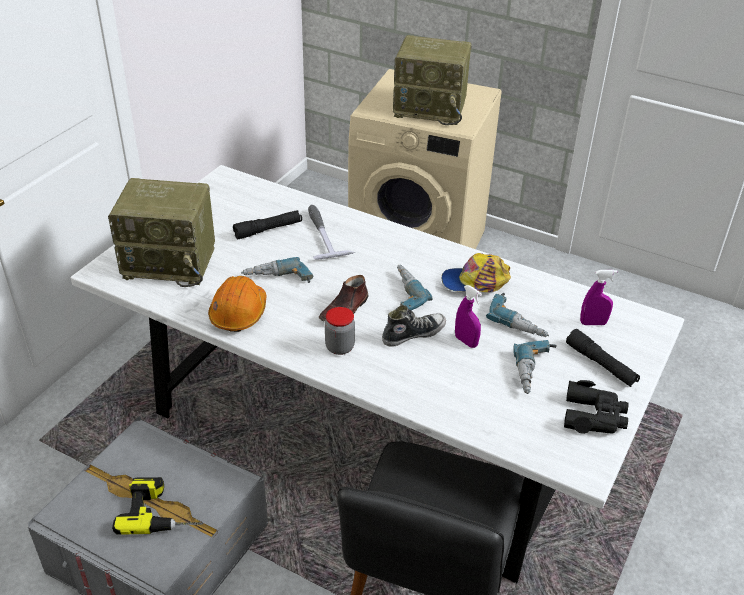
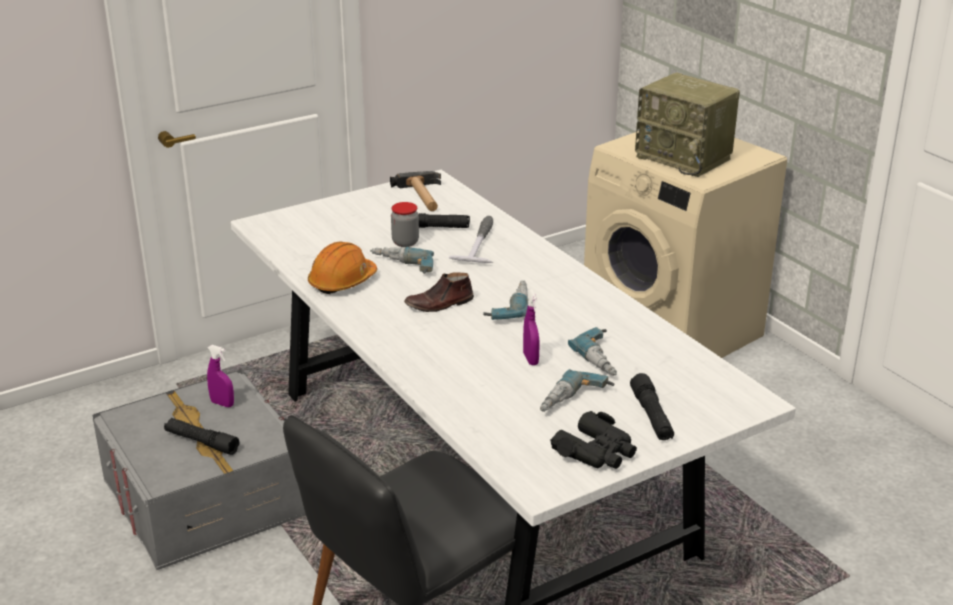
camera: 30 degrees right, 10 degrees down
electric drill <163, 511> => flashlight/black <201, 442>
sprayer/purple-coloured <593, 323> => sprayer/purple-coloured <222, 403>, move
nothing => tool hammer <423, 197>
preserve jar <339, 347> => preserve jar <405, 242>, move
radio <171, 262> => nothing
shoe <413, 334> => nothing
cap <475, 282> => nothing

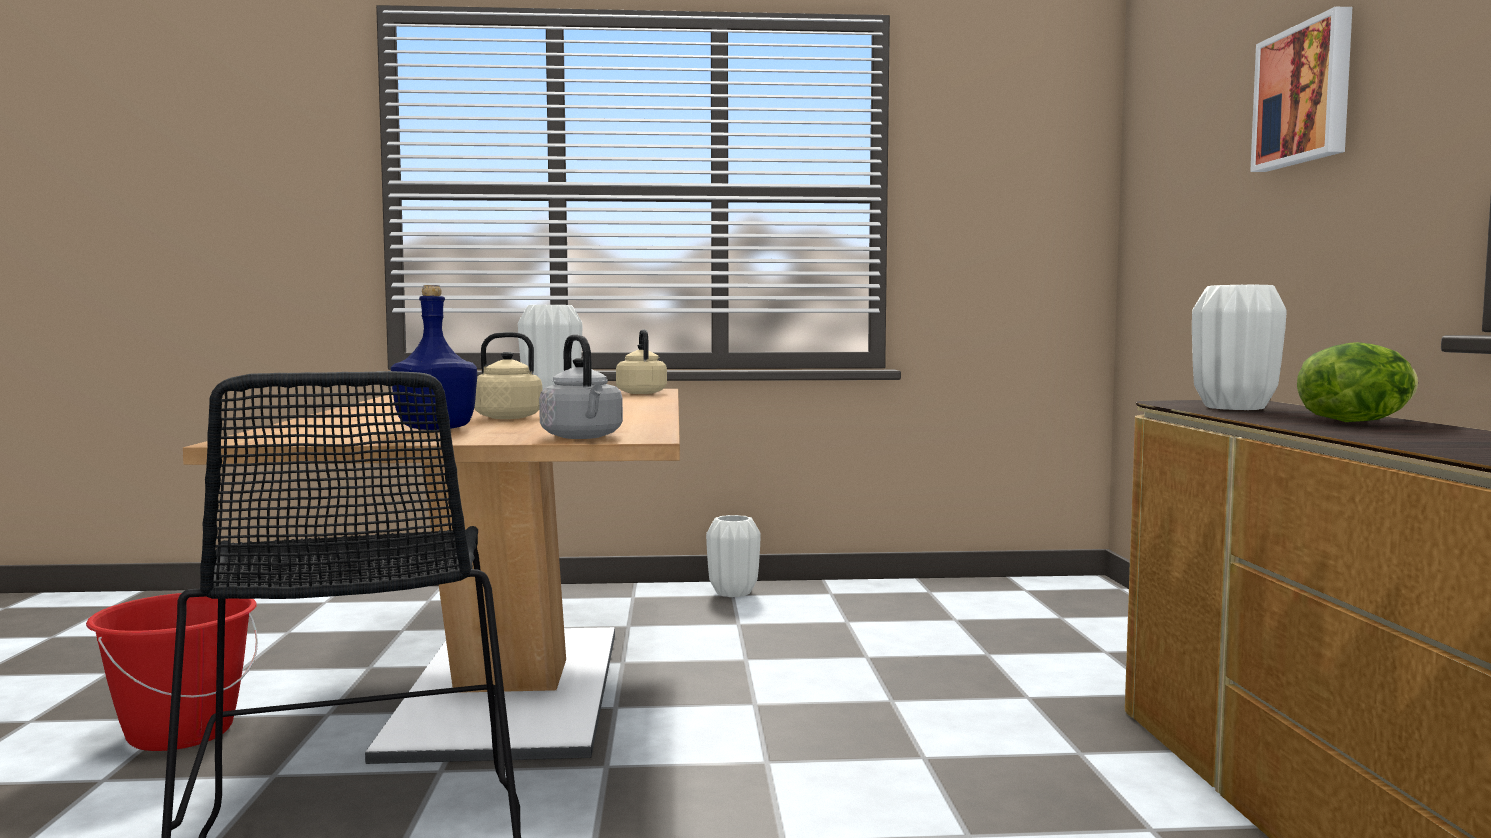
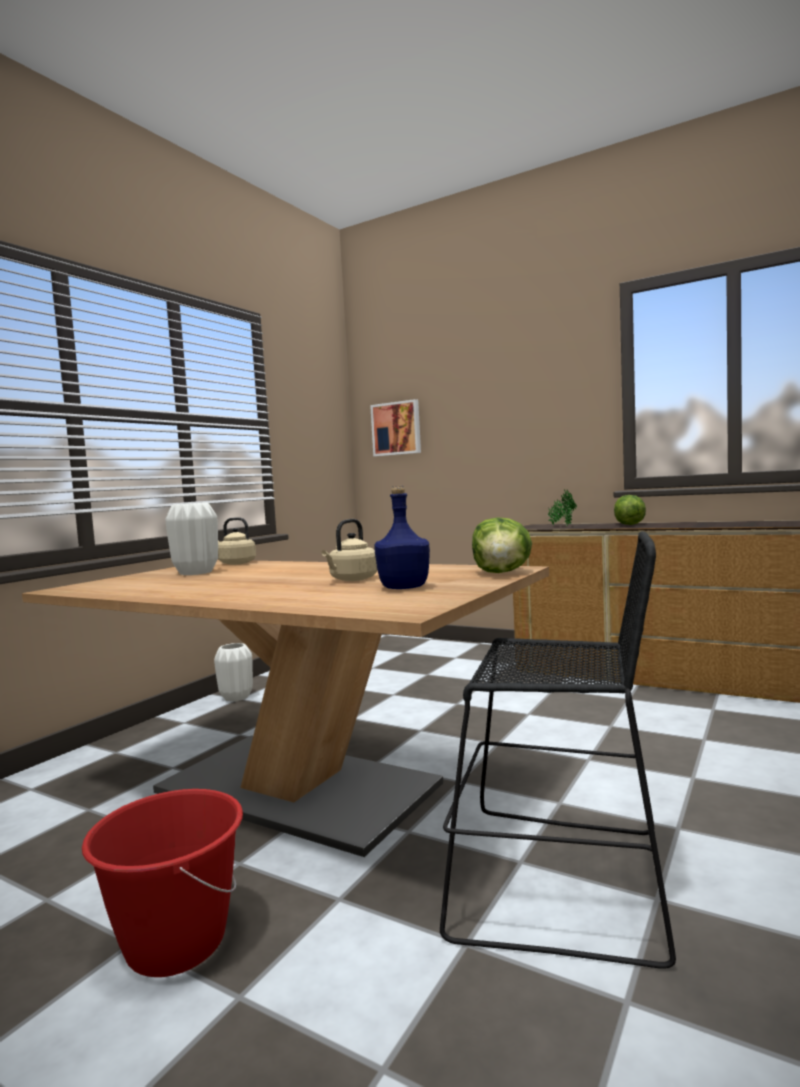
camera: 55 degrees left, 0 degrees up
picture <1305, 95> => picture <397, 428>, move
tea kettle/gray <583, 437> => lettuce head <502, 573>
decorative vase/white <1234, 408> => potted plant <562, 526>

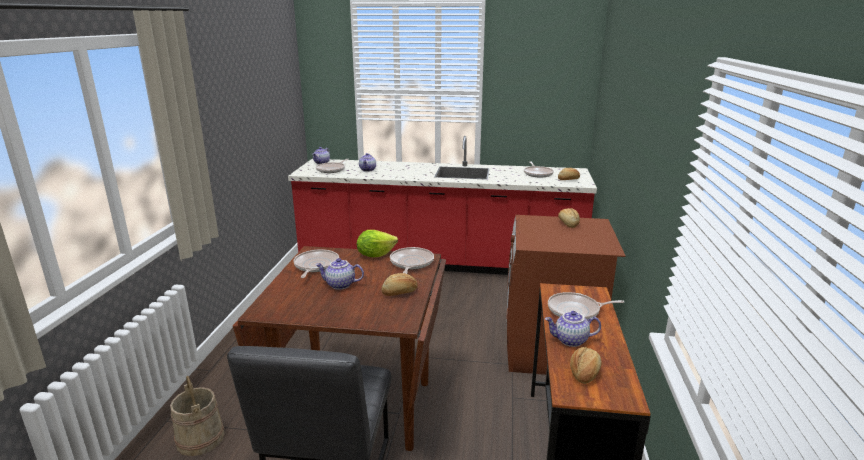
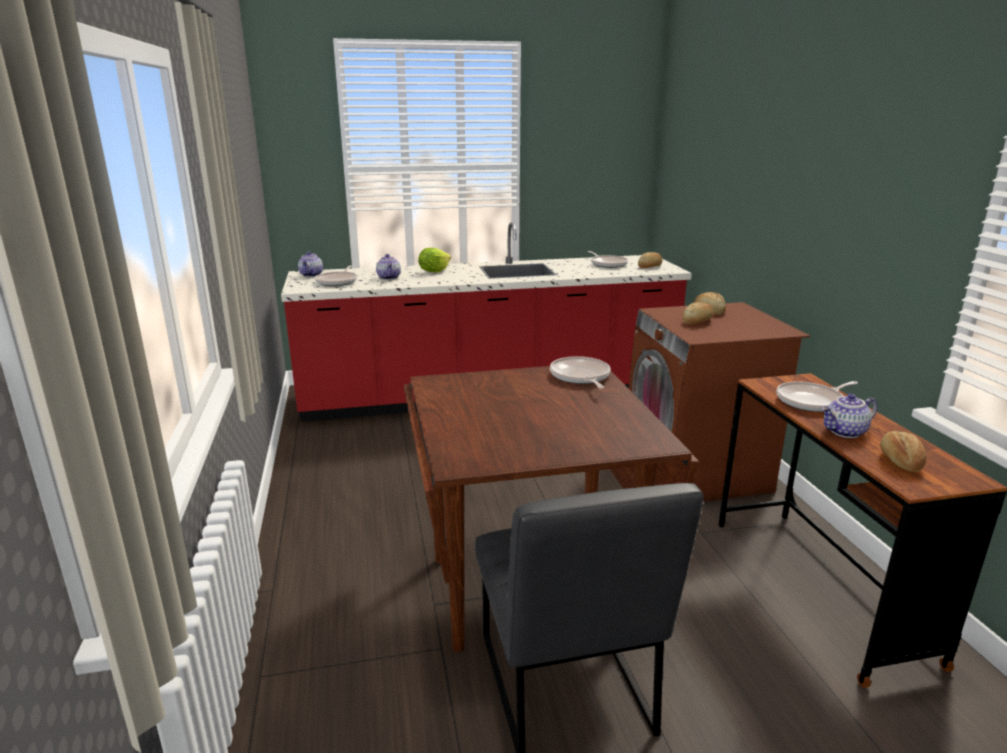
camera: 20 degrees left, 0 degrees up
lettuce head <375, 255> => lettuce head <434, 271>, move
bread <400, 292> => bread <697, 322>, move
water bucket/beige-coloured <200, 439> => nothing
frying pan <315, 266> => nothing
teapot <340, 285> => nothing

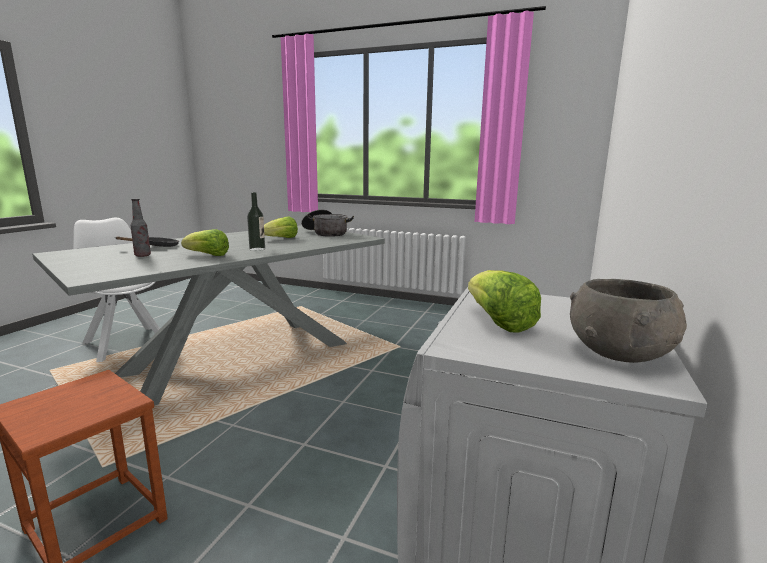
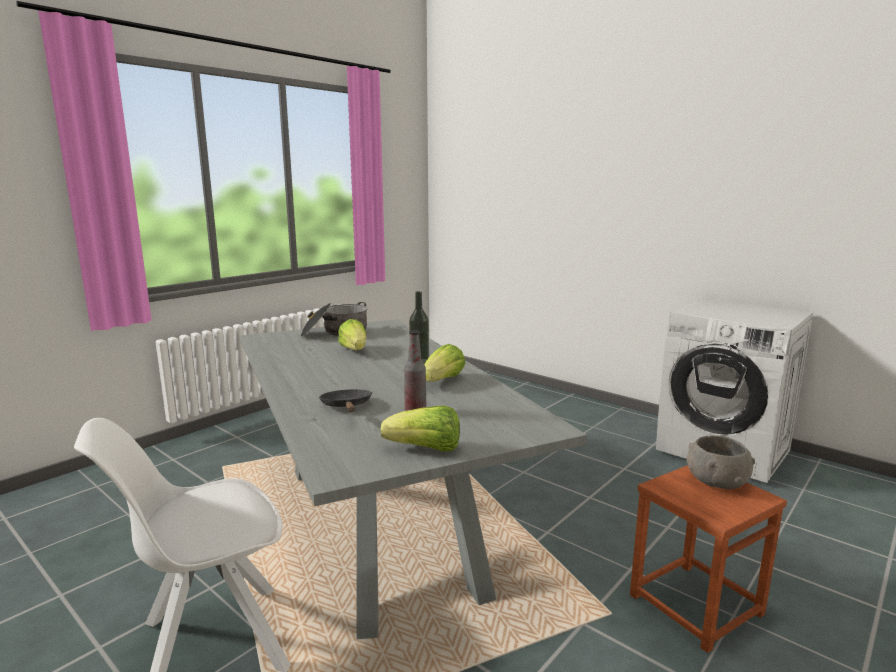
camera: 70 degrees left, 0 degrees up
lettuce head <498, 322> => lettuce head <426, 449>, move
deep dish/gray <619, 352> => deep dish/gray <716, 481>, move

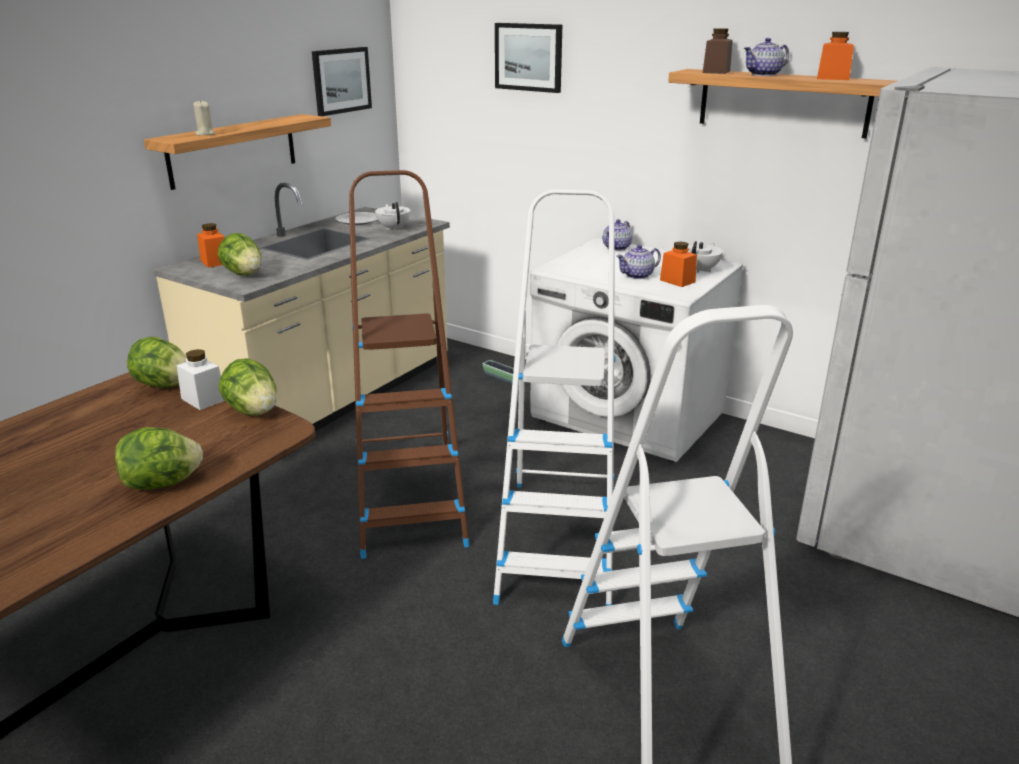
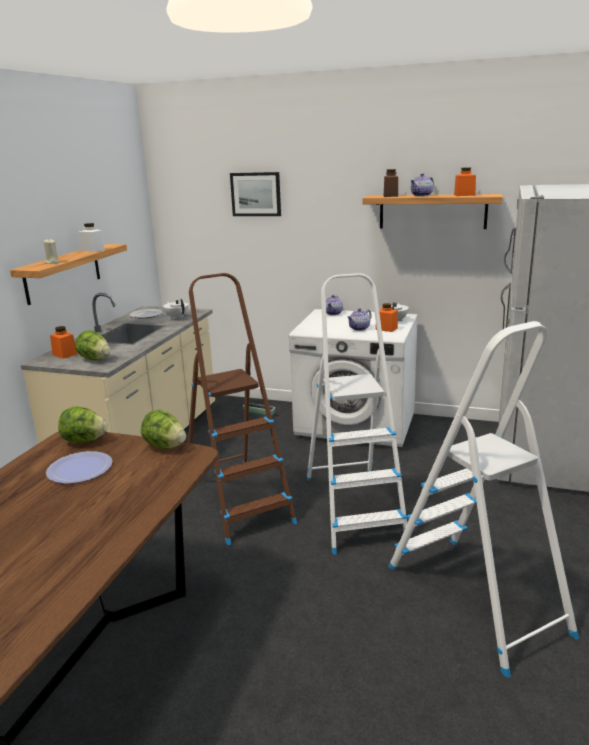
camera: 15 degrees left, 5 degrees down
nothing => plate <80, 469>
preserve jar/white <203, 399> => preserve jar/white <93, 250>, move
lettuce head <163, 484> => nothing
picture <341, 80> => nothing

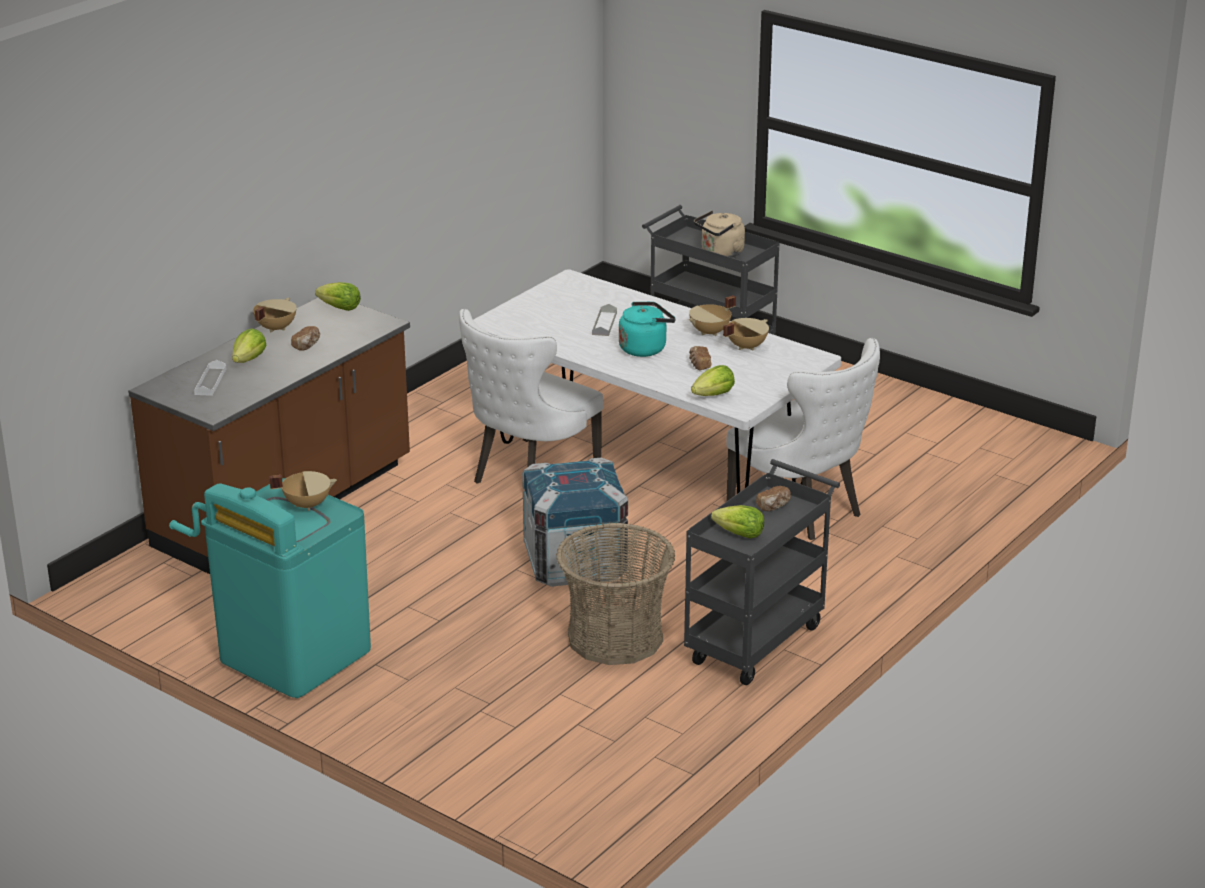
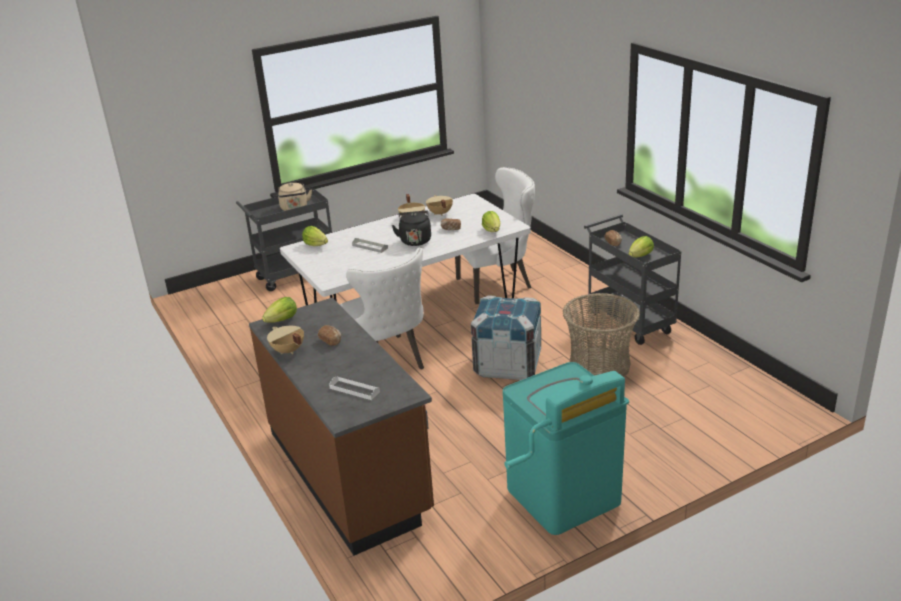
camera: 65 degrees left, 0 degrees up
lettuce head <249, 360> => lettuce head <316, 245>, move
tea kettle/turquoise <645, 348> => tea kettle/black <415, 240>
stockpot/beige-coloured <307, 504> => nothing

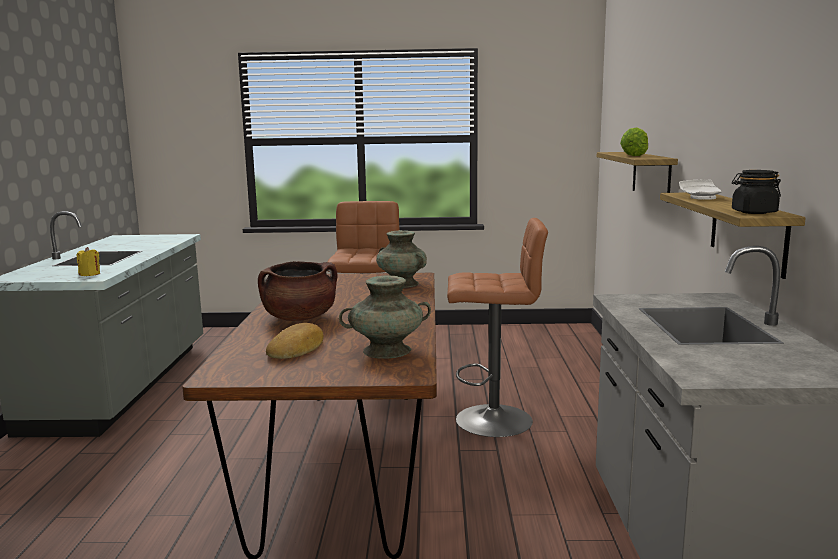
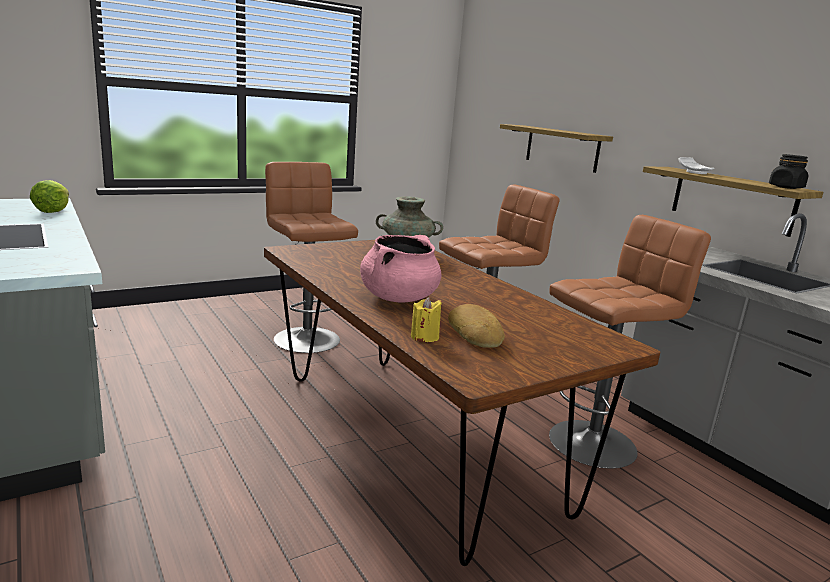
camera: 35 degrees left, 5 degrees up
lettuce head <635, 155> => lettuce head <53, 210>, move
stockpot/brown-coloured <300, 318> => stockpot/pink <399, 298>
wax light/yellow <90, 274> => wax light/yellow <424, 337>, move
nothing => sitting stool/brown-coloured <593, 444>
decorative vase/turquoise <386, 351> => nothing

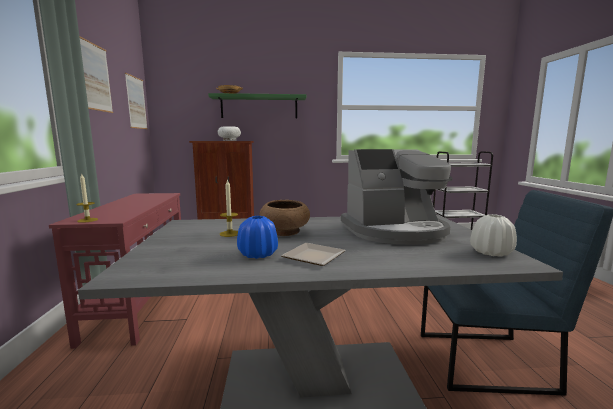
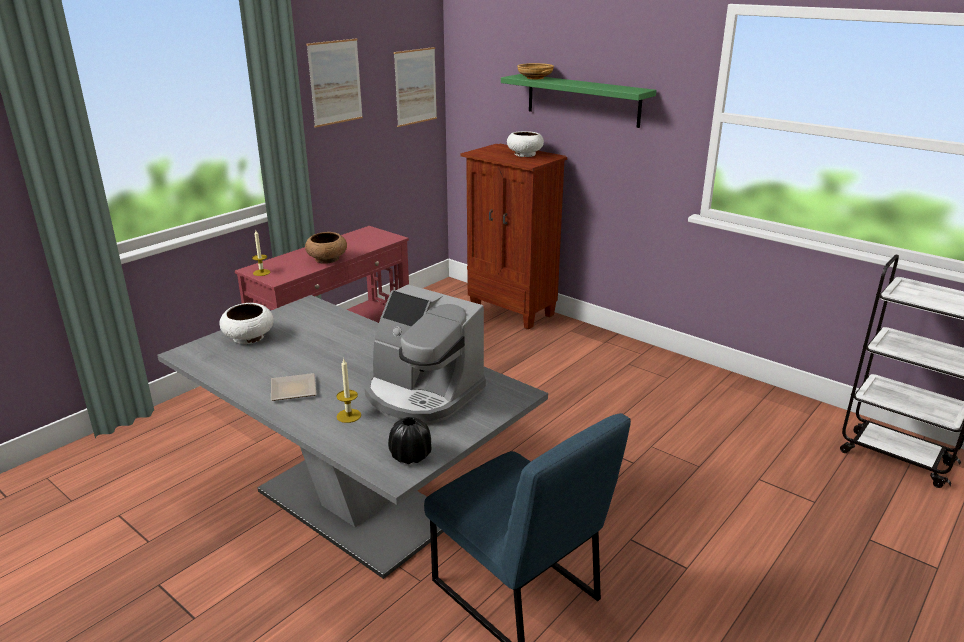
camera: 45 degrees right, 15 degrees up
nothing => deep dish/white <249, 338>
deep dish/brown-coloured <285, 232> => deep dish/brown-coloured <327, 259>, move
wax light <230, 233> => wax light <349, 416>, move
decorative vase/white <491, 252> => decorative vase/black <411, 456>
decorative vase/blue-coloured <258, 254> => nothing

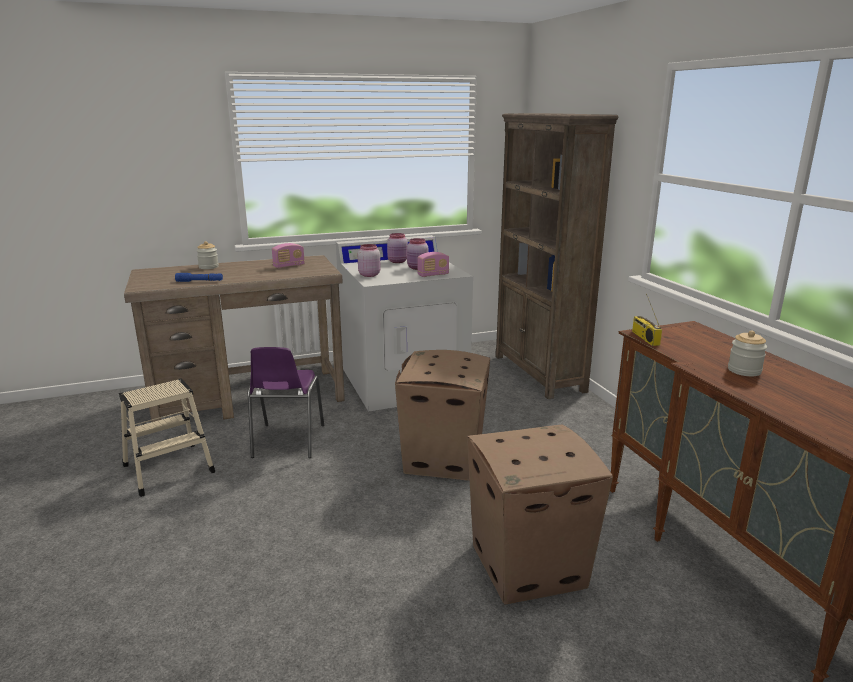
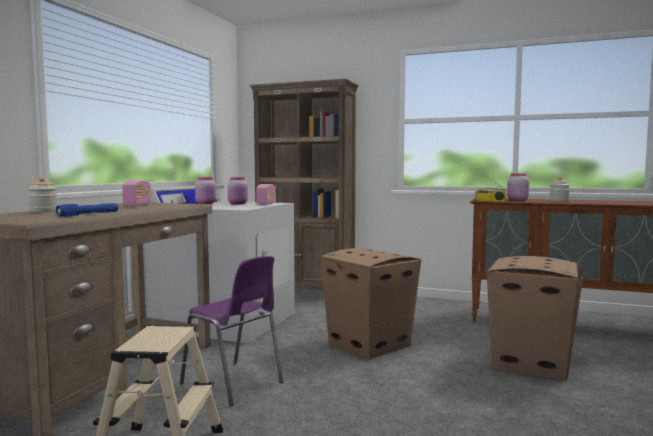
camera: 50 degrees left, 15 degrees down
preserve jar/pink <368, 275> => preserve jar/pink <517, 200>, move

